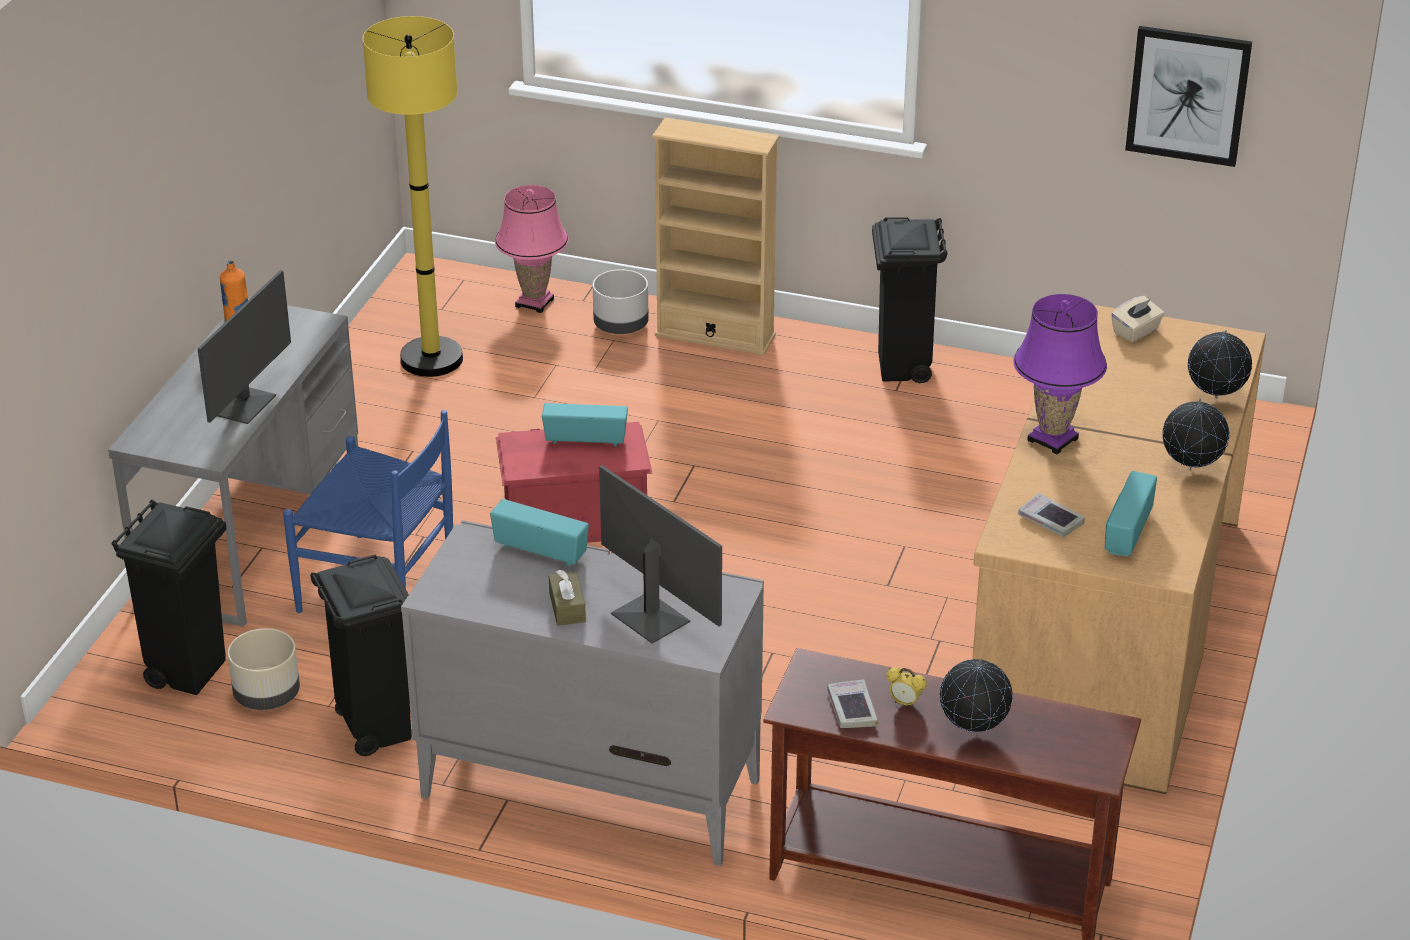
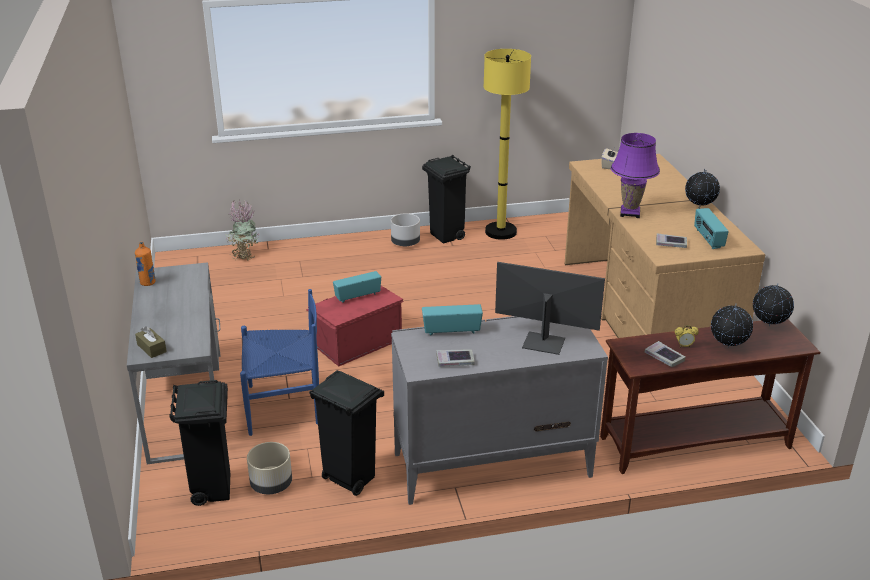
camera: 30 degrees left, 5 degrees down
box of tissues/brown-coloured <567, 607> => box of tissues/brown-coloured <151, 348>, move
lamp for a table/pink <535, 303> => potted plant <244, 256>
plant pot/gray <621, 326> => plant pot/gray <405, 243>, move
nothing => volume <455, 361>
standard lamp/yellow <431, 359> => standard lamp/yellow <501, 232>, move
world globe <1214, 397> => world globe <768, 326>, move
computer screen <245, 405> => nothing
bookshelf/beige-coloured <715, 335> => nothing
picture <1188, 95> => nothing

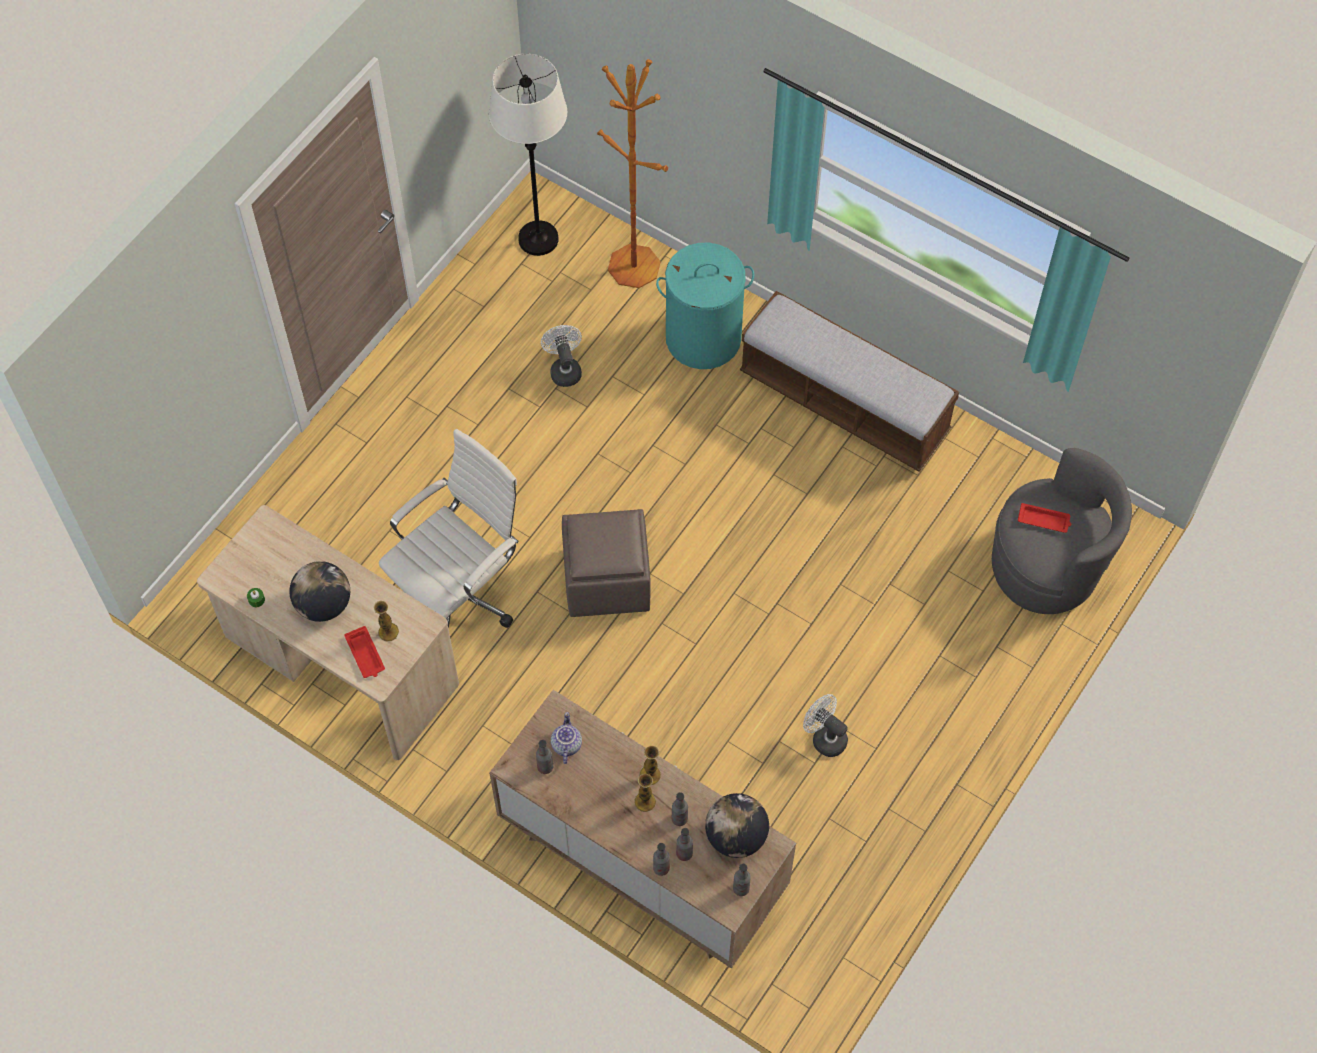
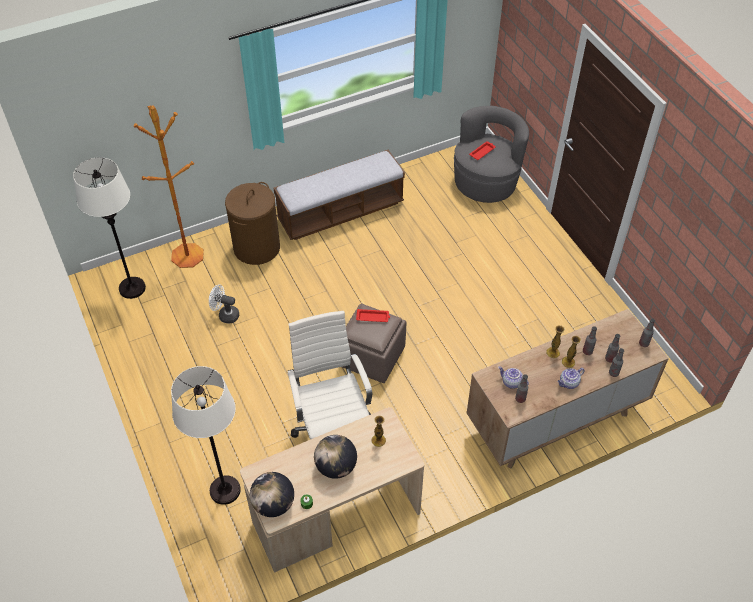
camera: 60 degrees left, 10 degrees down
nothing => standard lamp/white <224, 490>
hamper/turquoise <703, 338> => hamper/brown-coloured <257, 248>
world globe <736, 836> => world globe <273, 504>, move
serving tray/red-coloured <365, 655> => serving tray/red-coloured <373, 317>, move
nothing => teapot <568, 383>
cooling fan/white <824, 737> => nothing

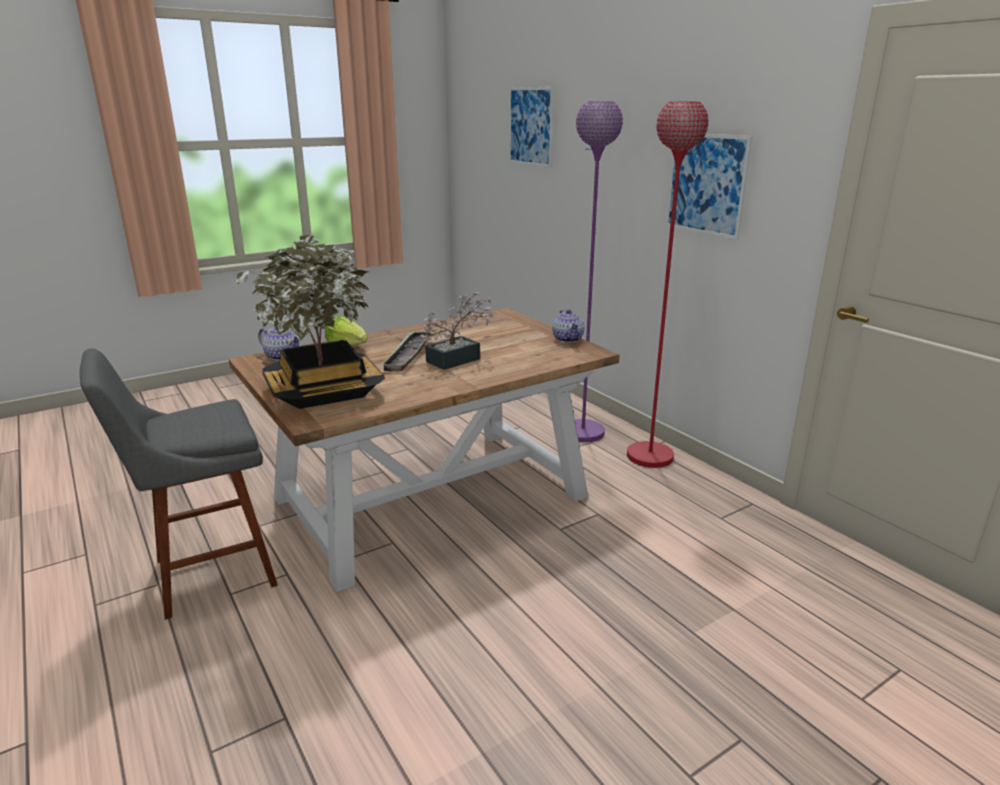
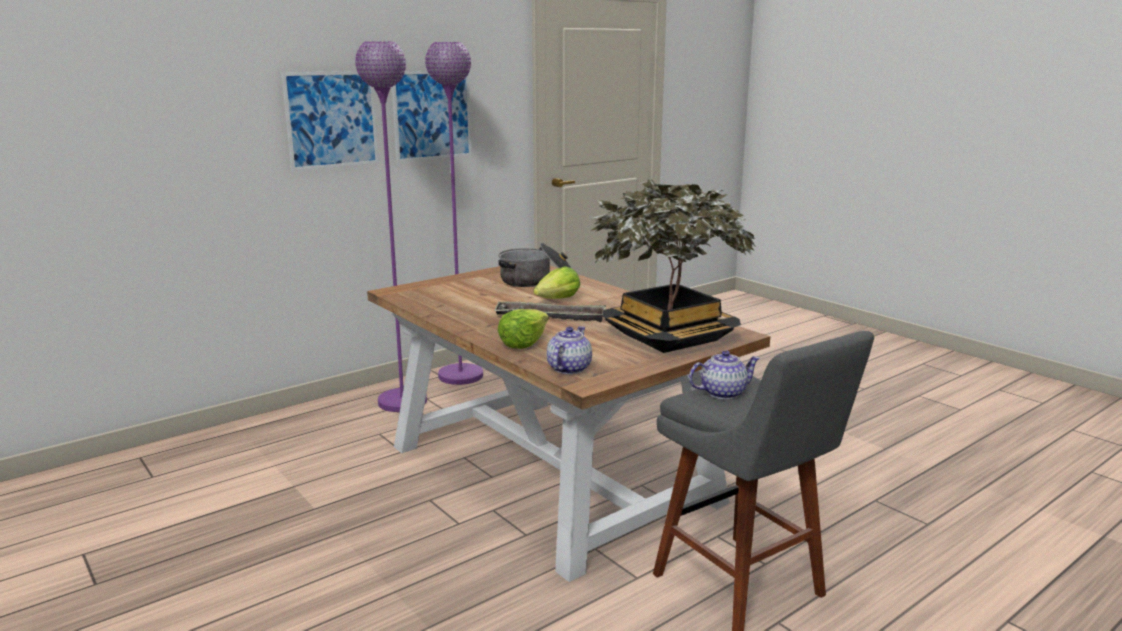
camera: 95 degrees left, 5 degrees down
picture <530, 126> => picture <331, 119>, move
standard lamp/red-coloured <650, 456> => standard lamp/purple-coloured <460, 376>
nothing => stockpot <537, 280>
potted plant <458, 359> => lettuce head <558, 300>
teapot <568, 339> => teapot <722, 393>, move

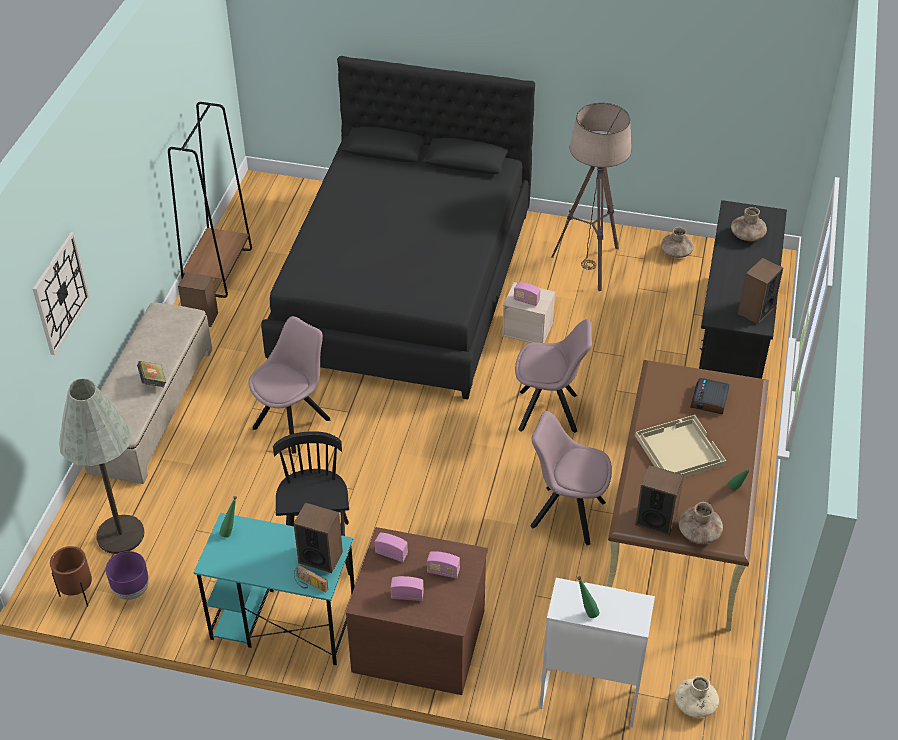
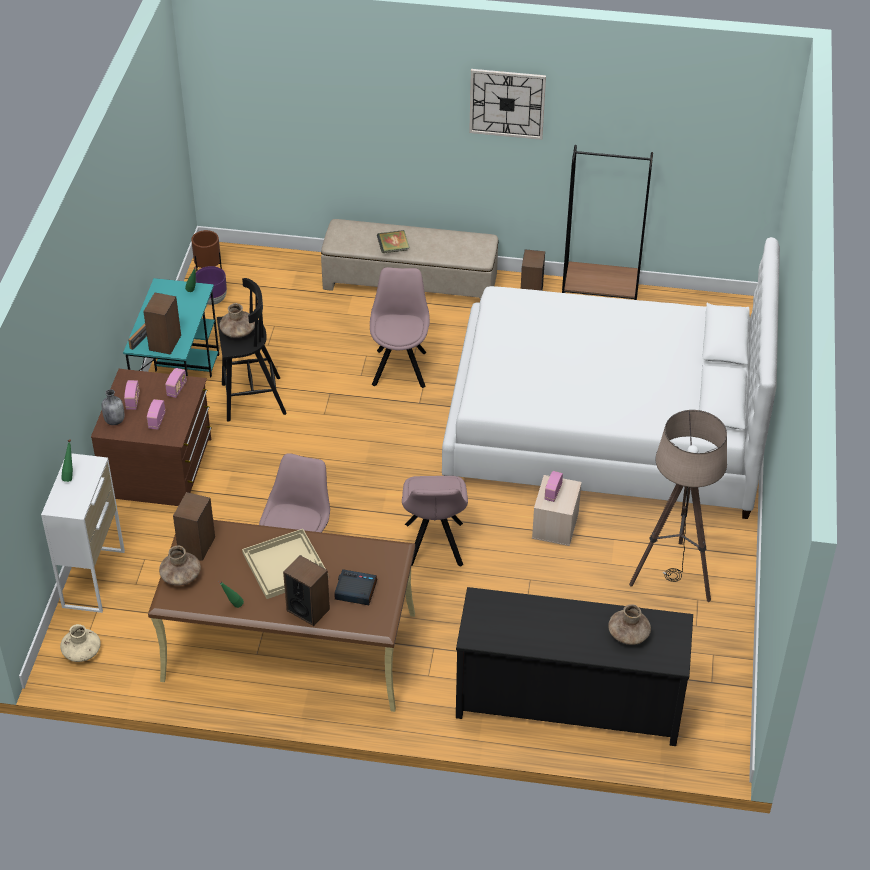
camera: 85 degrees right, 0 degrees up
nothing => bottle/gray <114, 420>
decorative vase/brown-coloured <676, 252> => decorative vase/brown-coloured <238, 332>, move
loudspeaker <755, 311> => loudspeaker <308, 609>, move
upright chair/pink <293, 424> => upright chair/pink <400, 368>, 120 degrees counterclockwise
bed/black <405, 286> => bed/white <605, 428>
clock on the wall <60, 293> => clock on the wall <507, 103>, move
standard lamp/gray <120, 535> => nothing

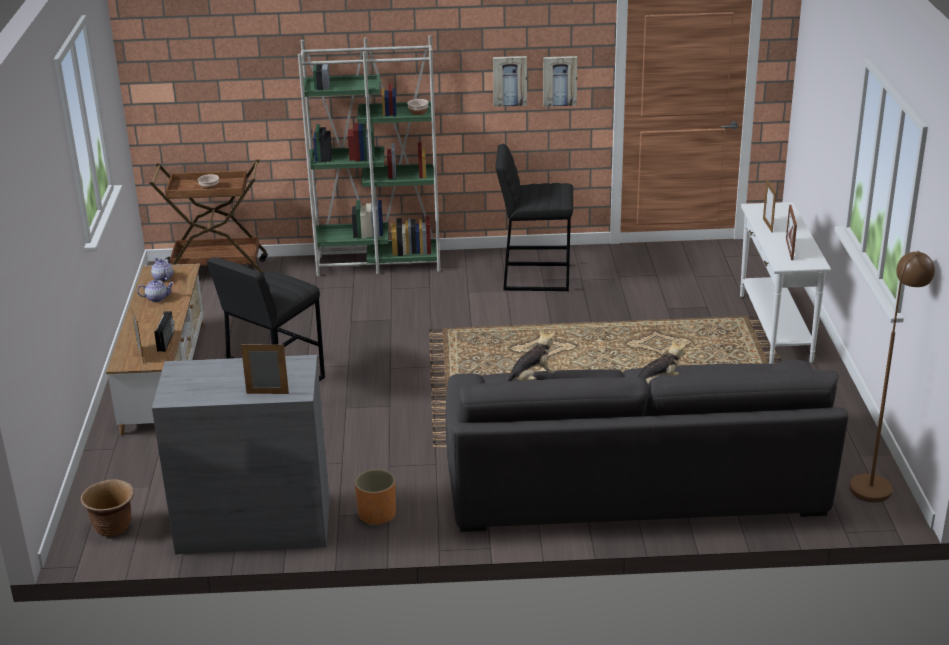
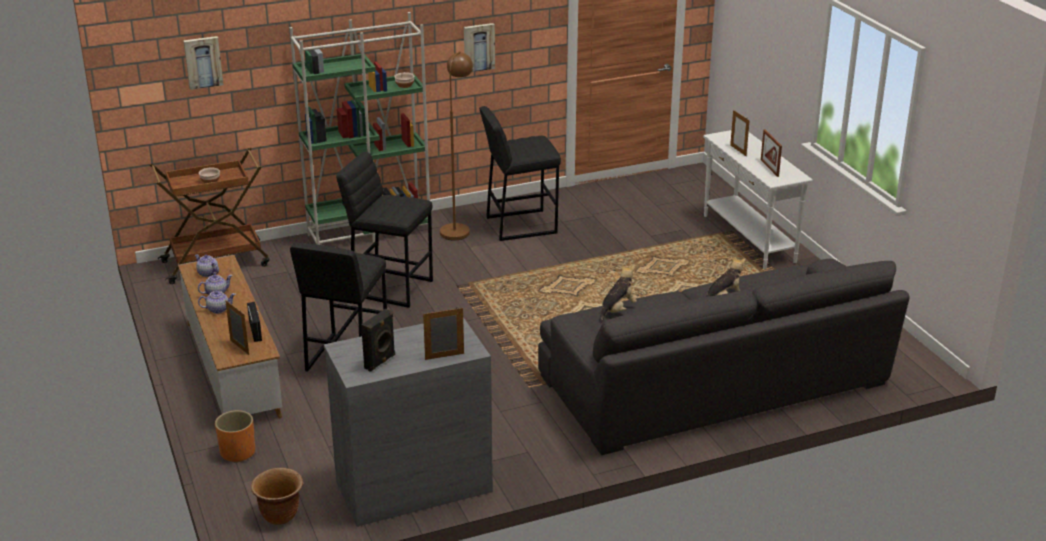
camera: 20 degrees left, 0 degrees up
picture <559, 80> => picture <203, 62>, move
nothing => teapot <218, 309>
plant pot/orange <377, 514> => plant pot/orange <237, 452>, move
nothing => sitting stool/black <390, 287>
nothing => loudspeaker/black <380, 362>
standard lamp/brown-coloured <875, 483> => standard lamp/brown-coloured <458, 229>, move

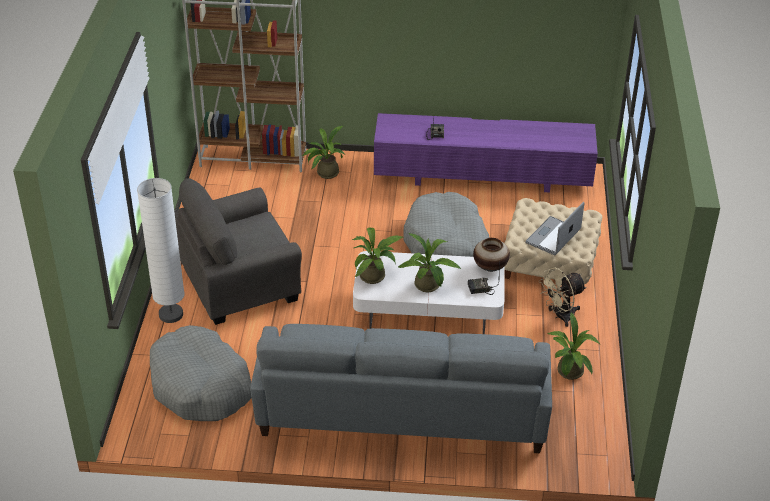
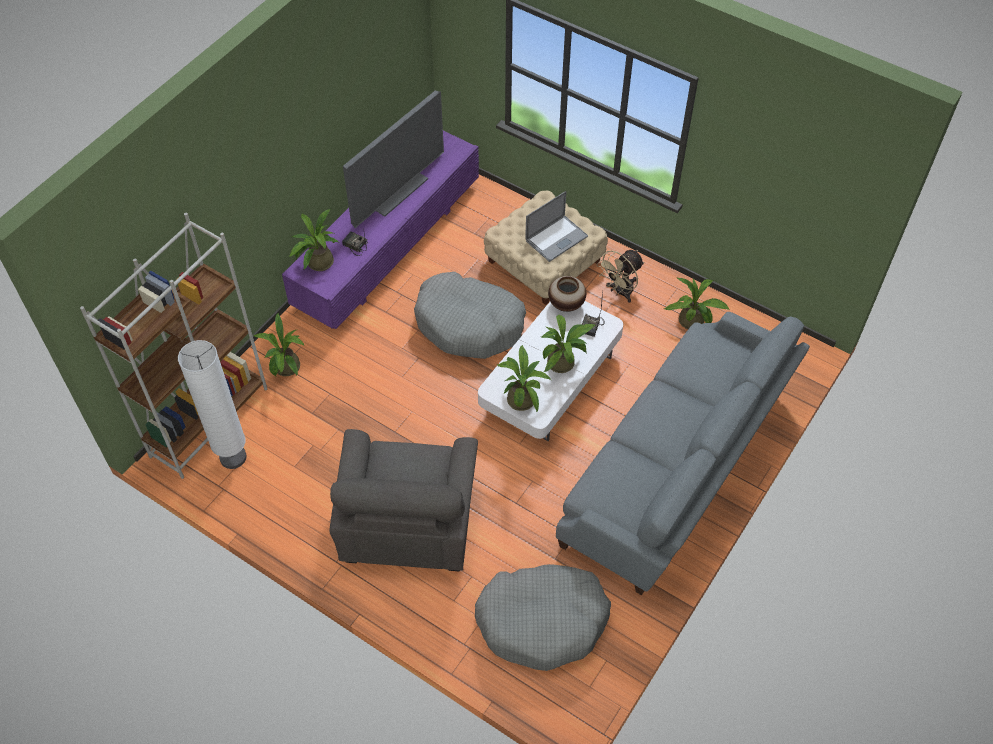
camera: 60 degrees left, 15 degrees up
standard lamp/white <171, 314> => standard lamp/white <233, 457>, move
nothing => potted plant <317, 264>
nothing => television <395, 189>
laptop <553, 236> => laptop <556, 238>, 105 degrees counterclockwise
cooling fan/beige-coloured <560, 316> => cooling fan/beige-coloured <619, 292>, 45 degrees clockwise

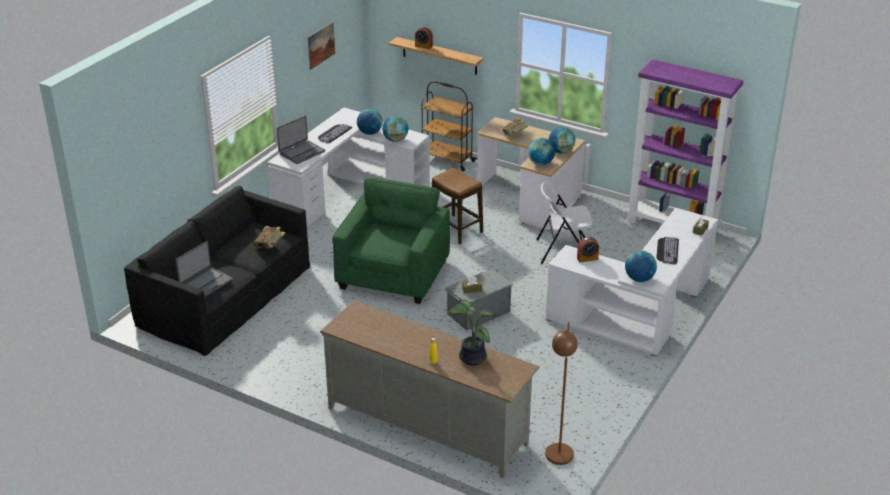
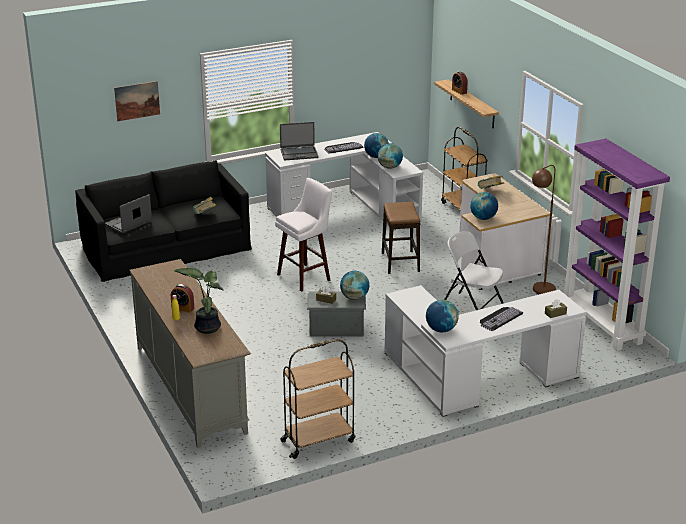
camera: 35 degrees right, 5 degrees down
laptop <205, 283> => laptop <129, 223>, 150 degrees clockwise
picture <321, 45> => picture <137, 101>, move
alarm clock <587, 258> => alarm clock <182, 308>, move
easy chair/green <393, 275> => sitting stool/white <305, 277>
nothing => trolley/brown-coloured <319, 441>
world globe <561, 151> => world globe <354, 297>, move
standard lamp/brown-coloured <558, 461> => standard lamp/brown-coloured <539, 292>, move

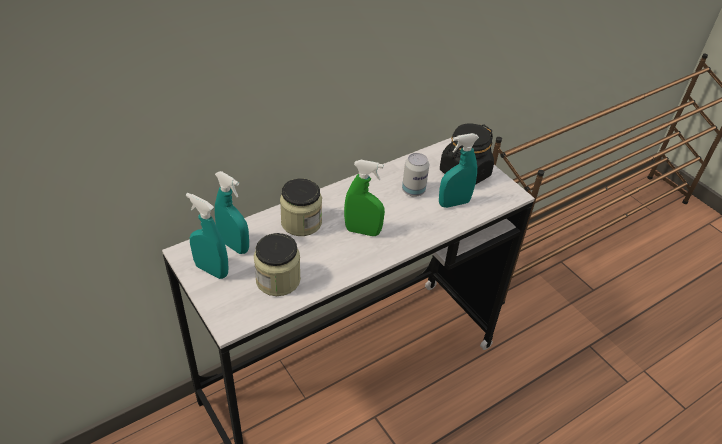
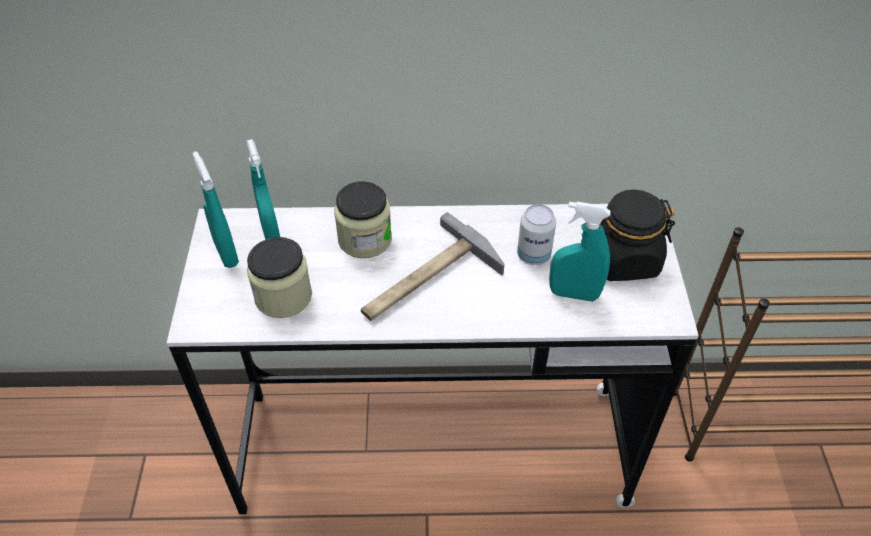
camera: 35 degrees right, 5 degrees up
sprayer/green <362, 231> => tool hammer <426, 280>

